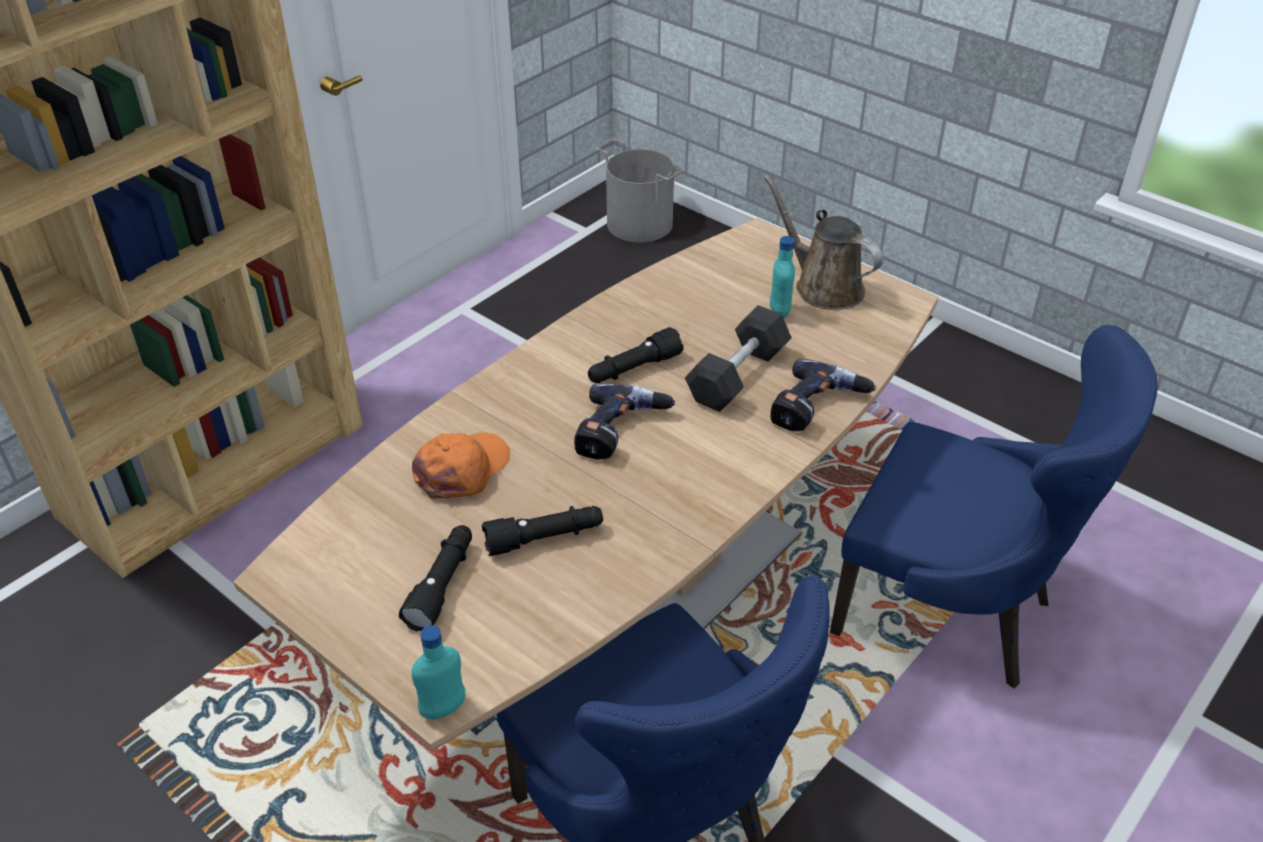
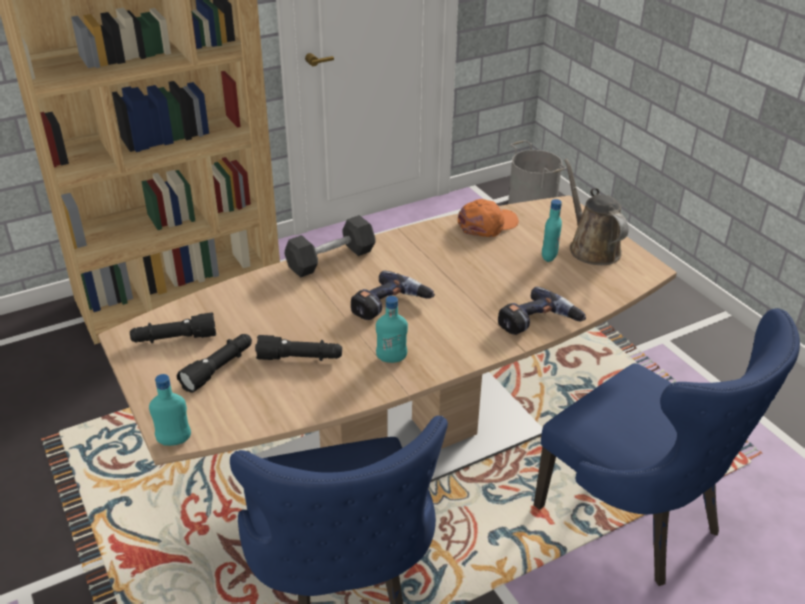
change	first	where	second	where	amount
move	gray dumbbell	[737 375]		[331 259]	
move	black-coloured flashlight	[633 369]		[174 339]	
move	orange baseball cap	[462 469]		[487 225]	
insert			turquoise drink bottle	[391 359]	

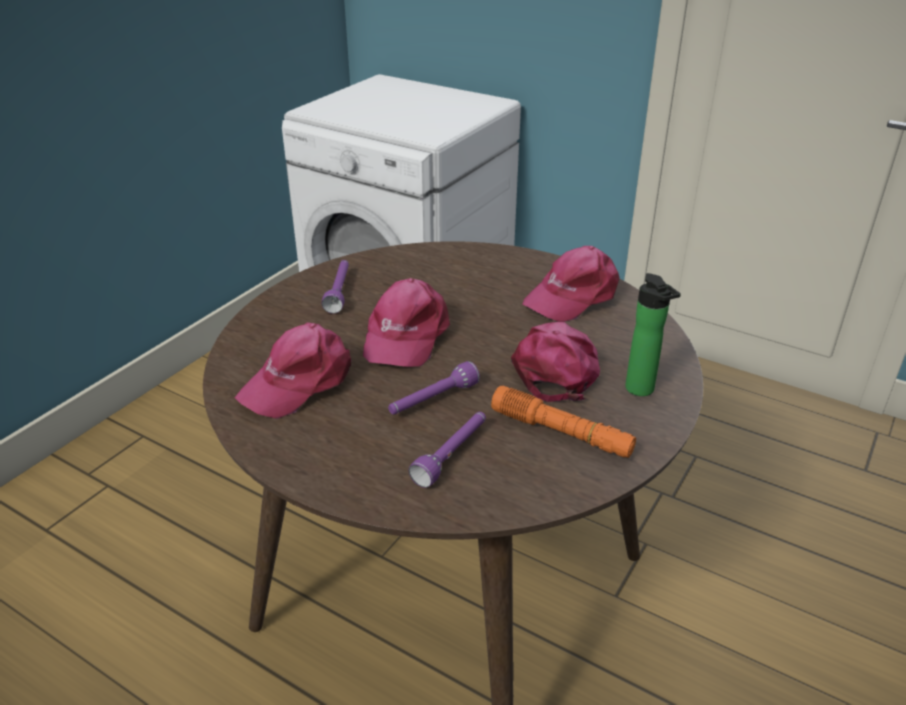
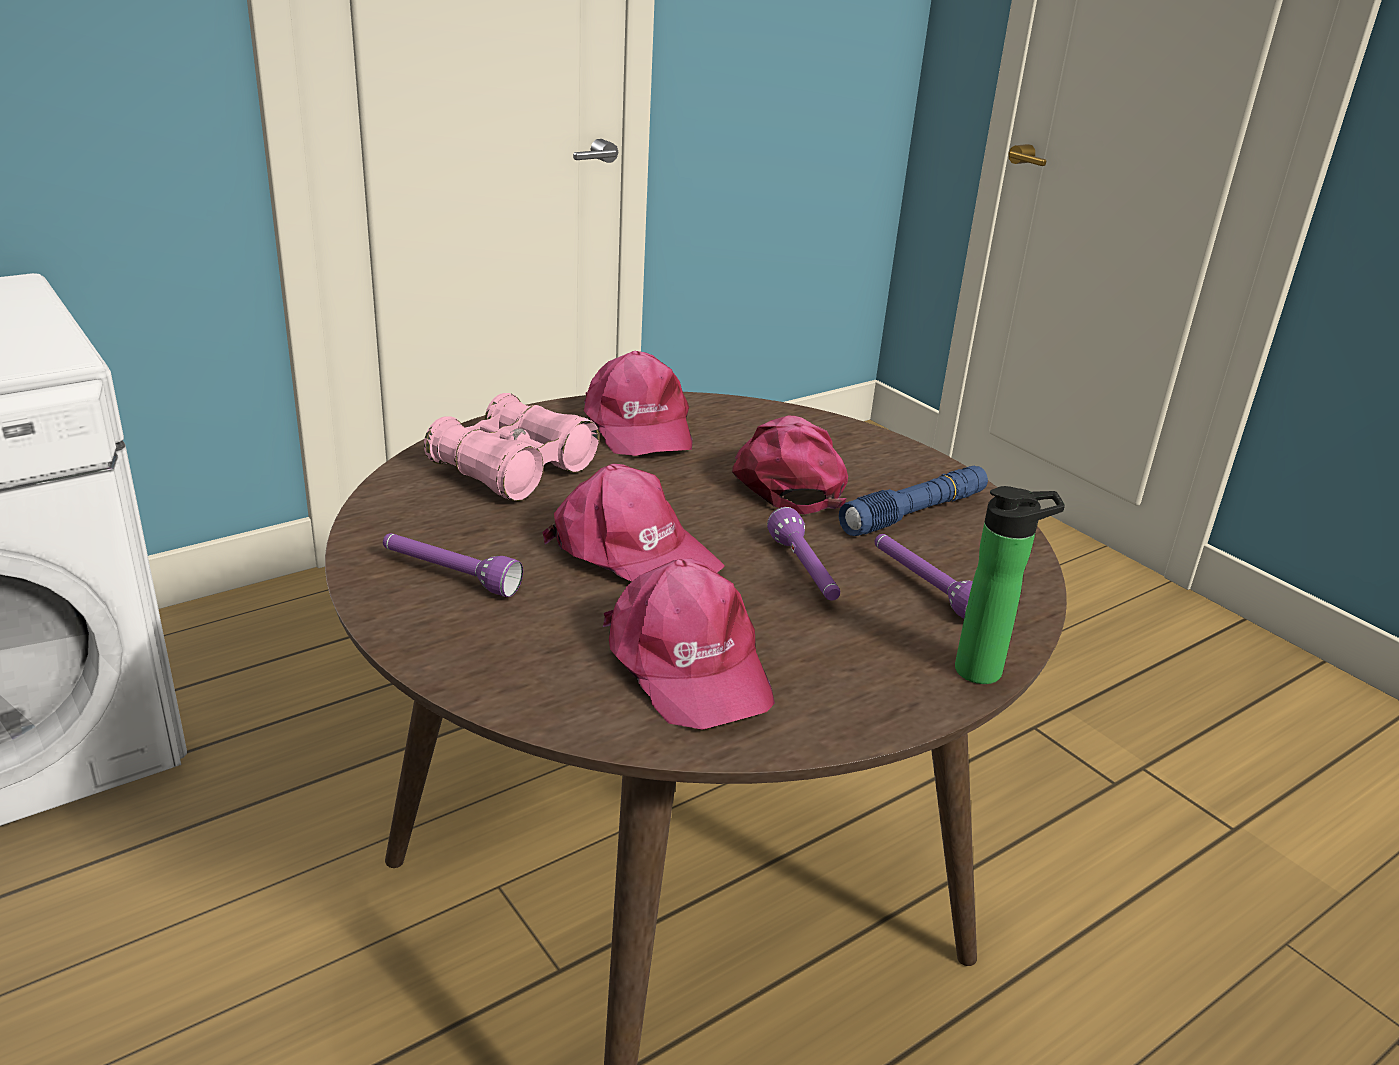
change	first	where	second	where	amount
move	drink bottle	[642 391]		[986 671]	
rotate	pink baseball cap	[557 368]		[787 479]	45 degrees clockwise
recolor	orange flashlight	[561 433]	bluish flashlight	[914 513]	
insert			pink pair of binoculars	[513 468]	

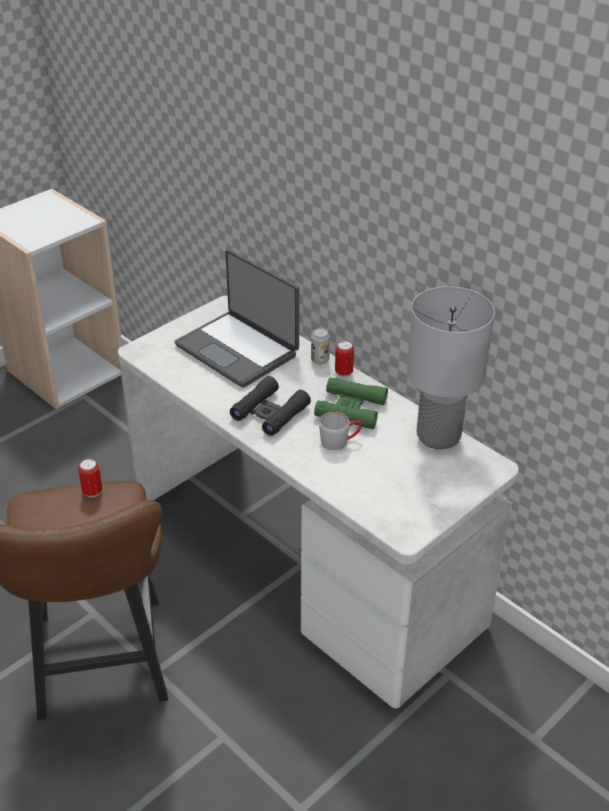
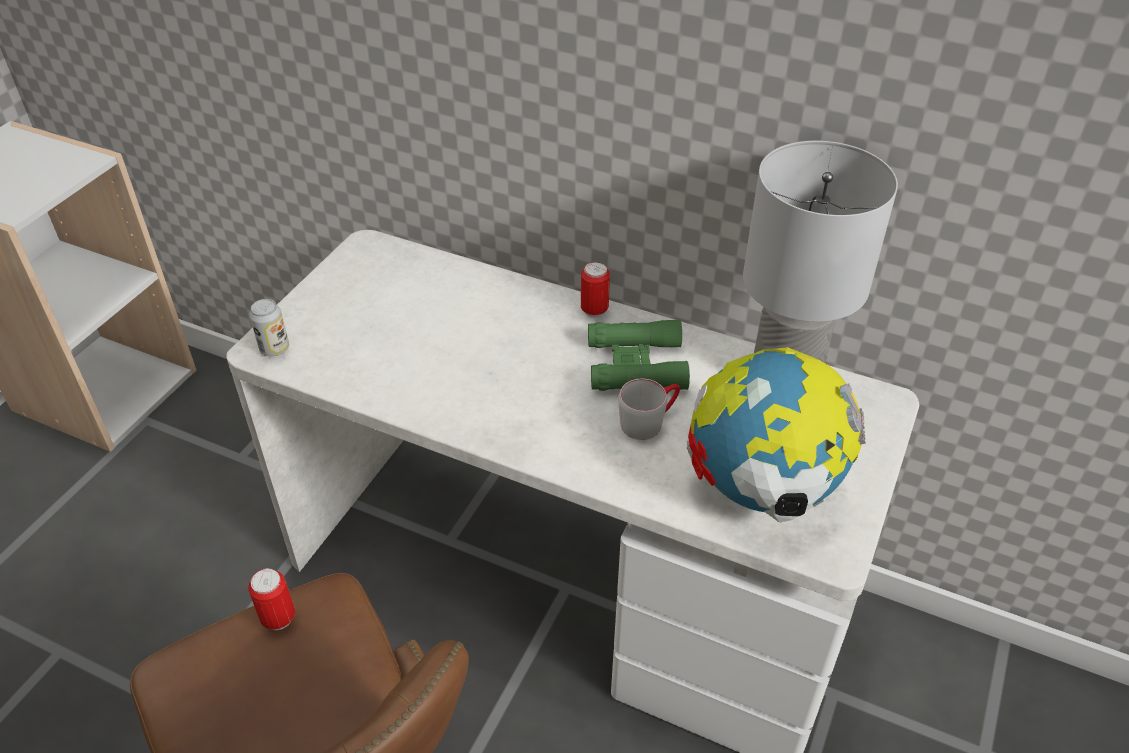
change	first	where	second	where	amount
delete	portable computer	[238 349]			
move	metal can	[320 360]		[274 348]	
delete	black-coloured pair of binoculars	[270 412]			
insert			globe	[762 488]	

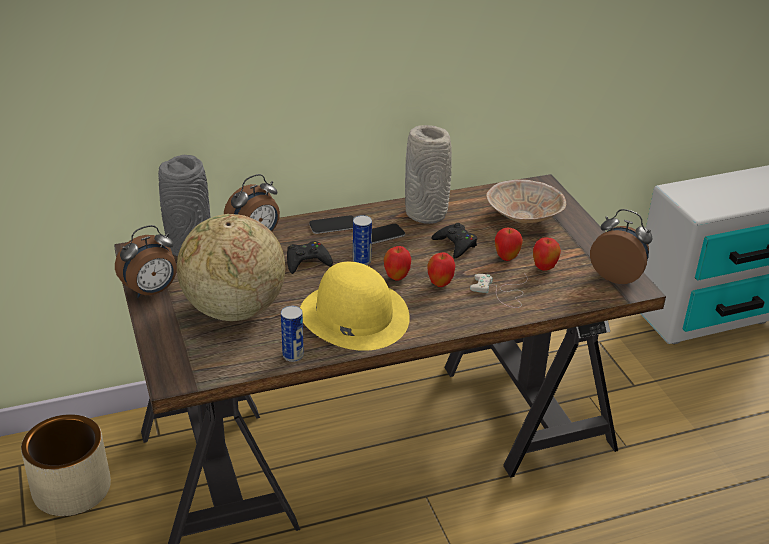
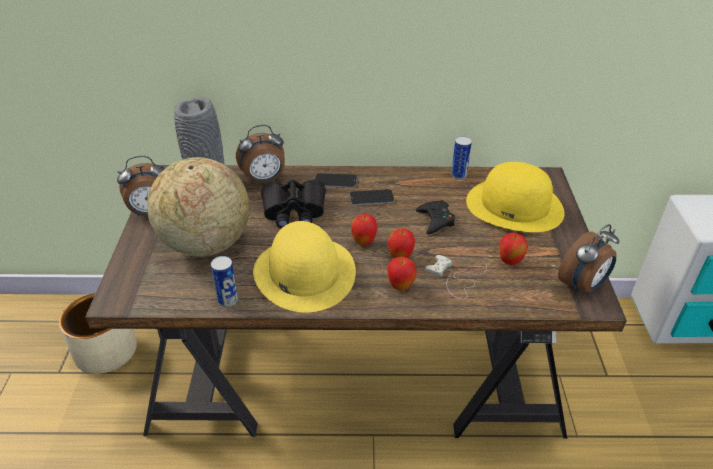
change	first	where	second	where	amount
delete	gray decorative vase	[427 214]			
replace	sand-coloured serving bowl	[524 217]	yellow-coloured clothing hat	[515 205]	
rotate	alarm clock	[617 275]		[582 285]	90 degrees clockwise
move	metal can	[362 261]		[458 175]	
move	apple	[506 258]		[400 286]	
replace	black-coloured joypad	[307 261]	black-coloured pair of binoculars	[294 211]	

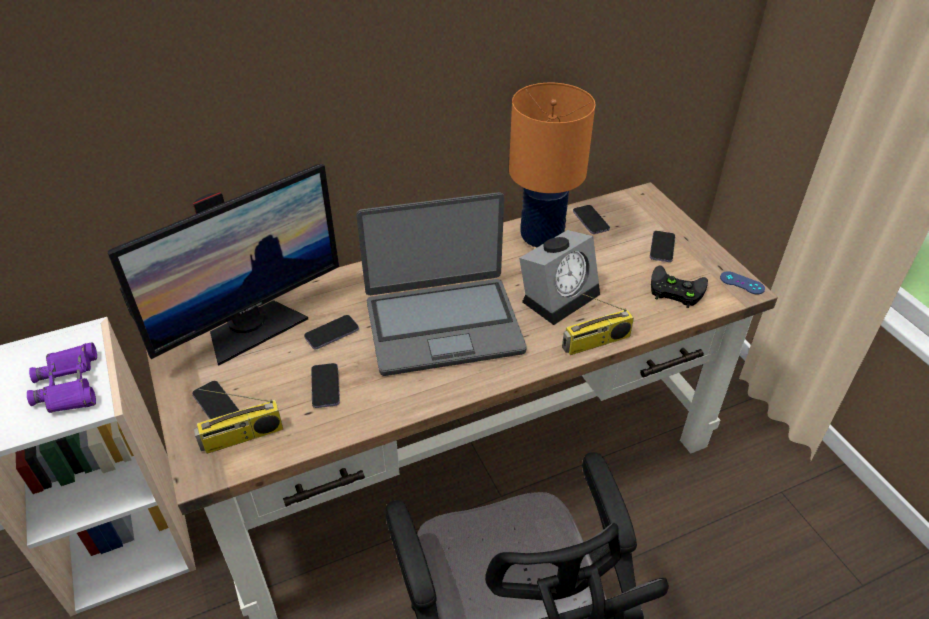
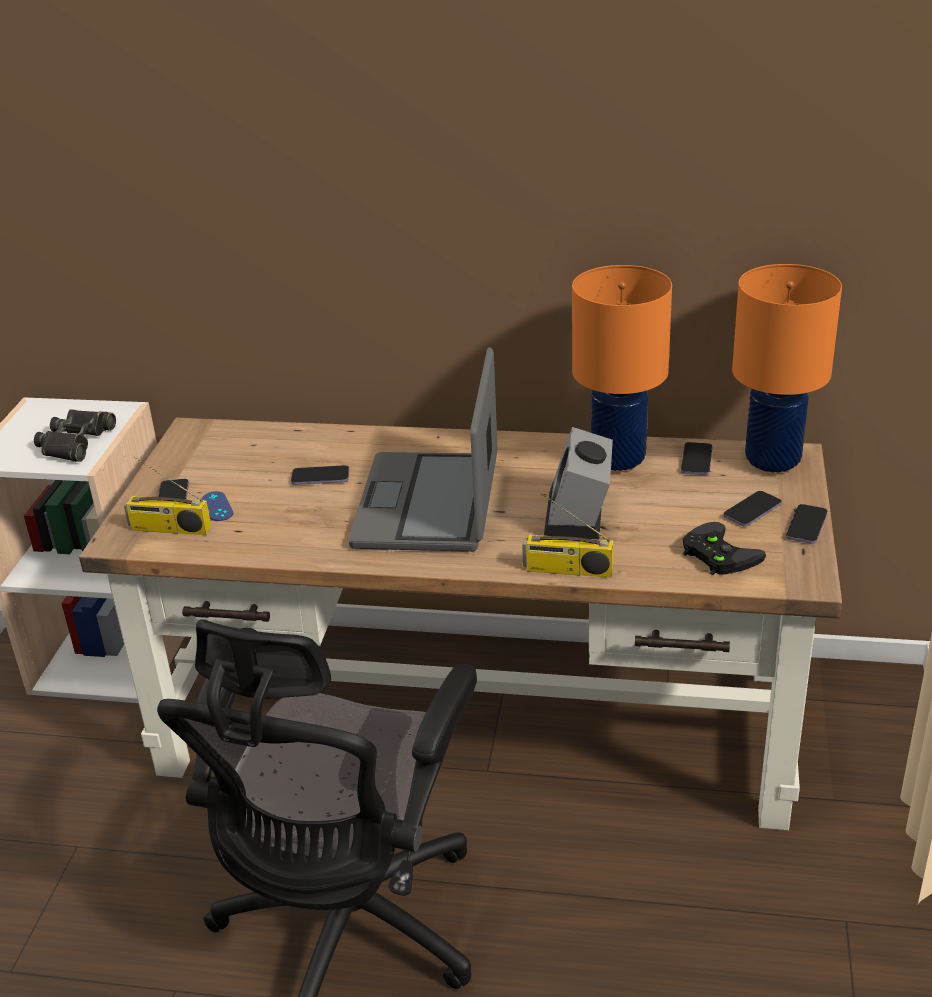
change	first	where	second	where	amount
delete	monitor	[251 327]			
rotate	portable computer	[443 325]		[429 504]	75 degrees clockwise
rotate	alarm clock	[559 295]		[578 517]	105 degrees clockwise
move	bluish joypad	[742 283]		[217 506]	
recolor	purple pair of binoculars	[69 385]	black-coloured pair of binoculars	[76 442]	
move	telephone	[325 387]		[806 526]	
insert			orange table lamp	[773 464]	

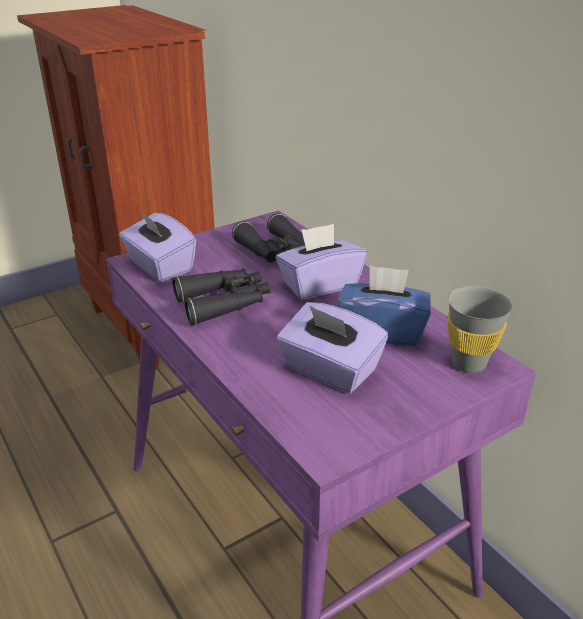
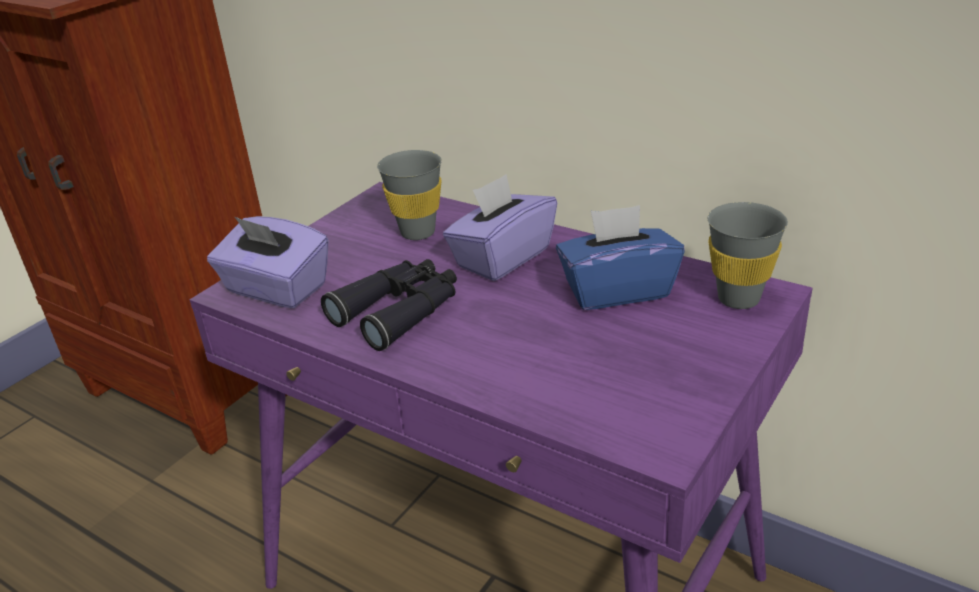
change	first	where	second	where	amount
replace	black-coloured pair of binoculars	[276 252]	gray drinking cup	[418 232]	
delete	purple box of tissues	[329 370]			

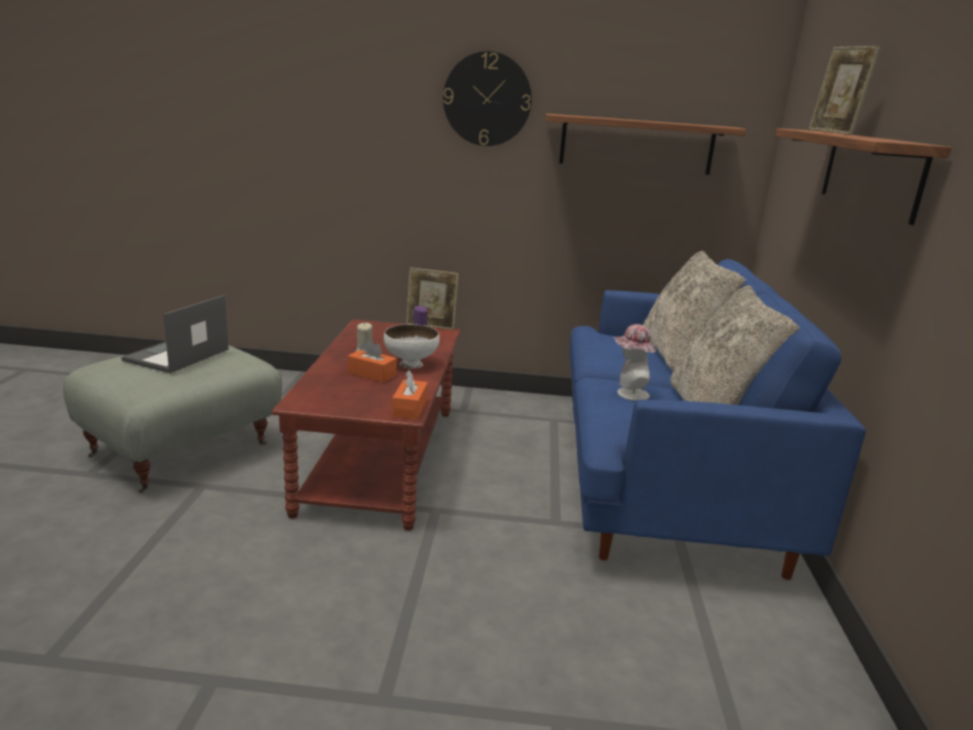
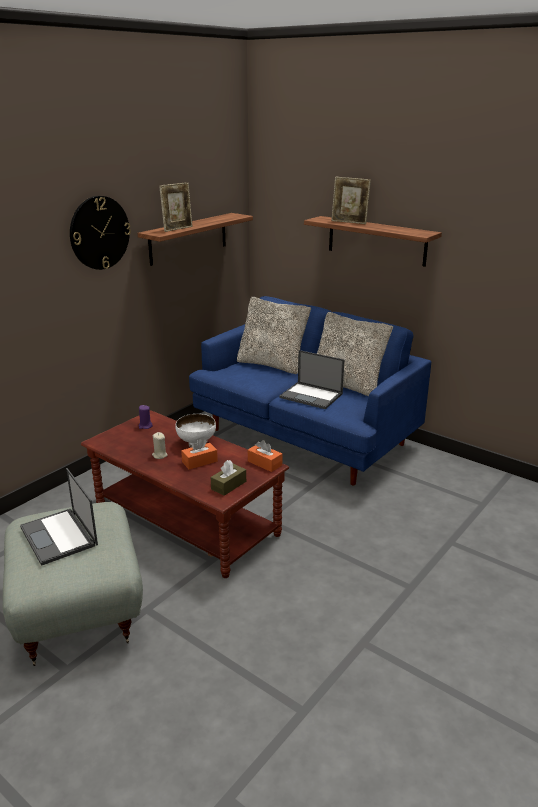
change	first	where	second	where	amount
move	photo frame	[430 326]		[177 229]	
replace	clothing hat	[628 394]	portable computer	[312 396]	
insert			brown-coloured box of tissues	[228 485]	

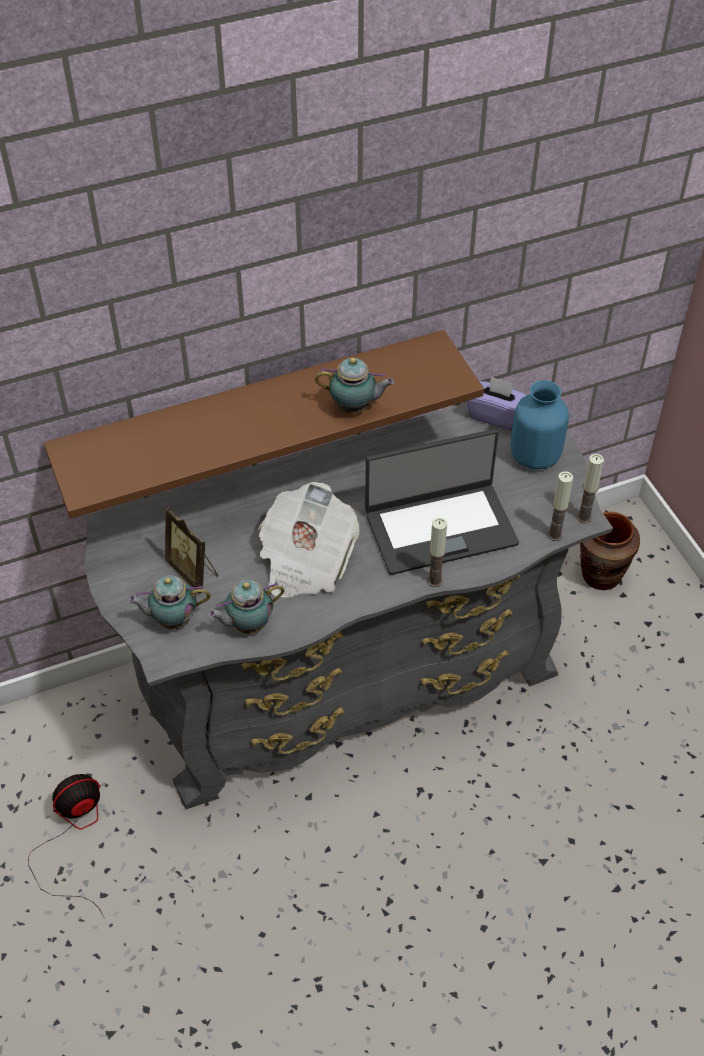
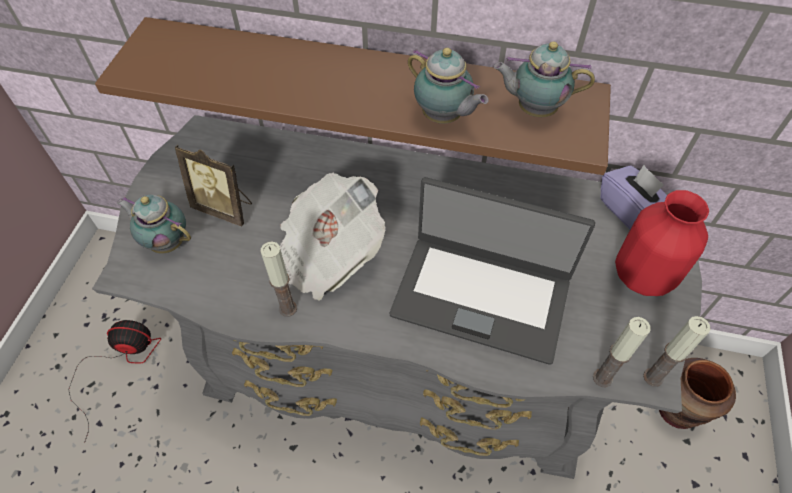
change	first	where	second	where	amount
recolor	bluish decorative vase	[535 456]	reddish decorative vase	[644 276]	
rotate	photo frame	[193 571]		[225 208]	60 degrees counterclockwise
move	candle	[435 581]		[288 308]	
move	pot for tea	[247 625]		[533 109]	

